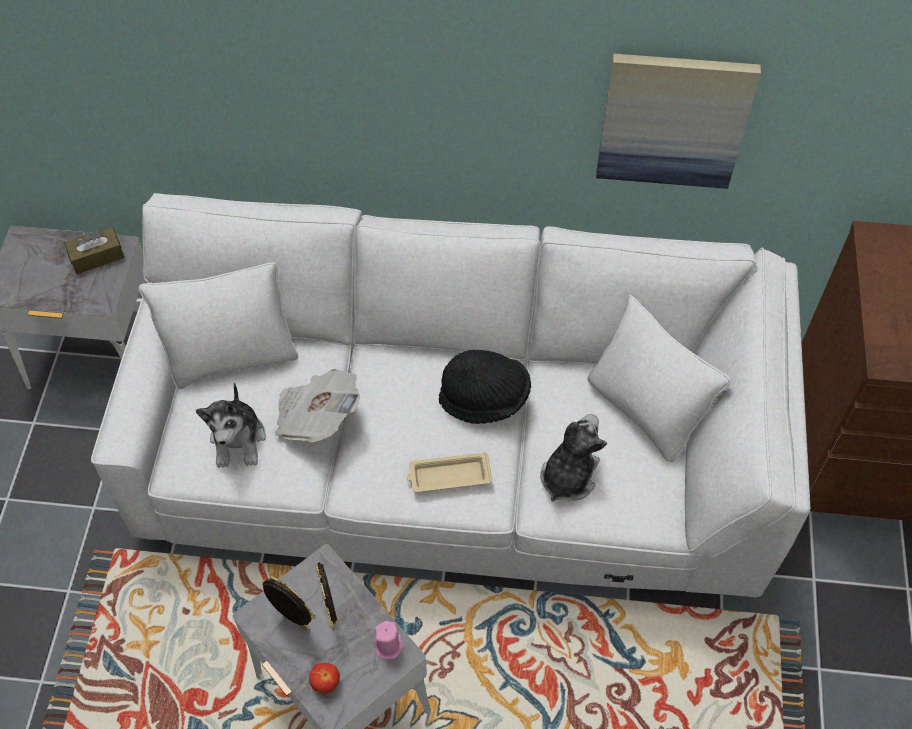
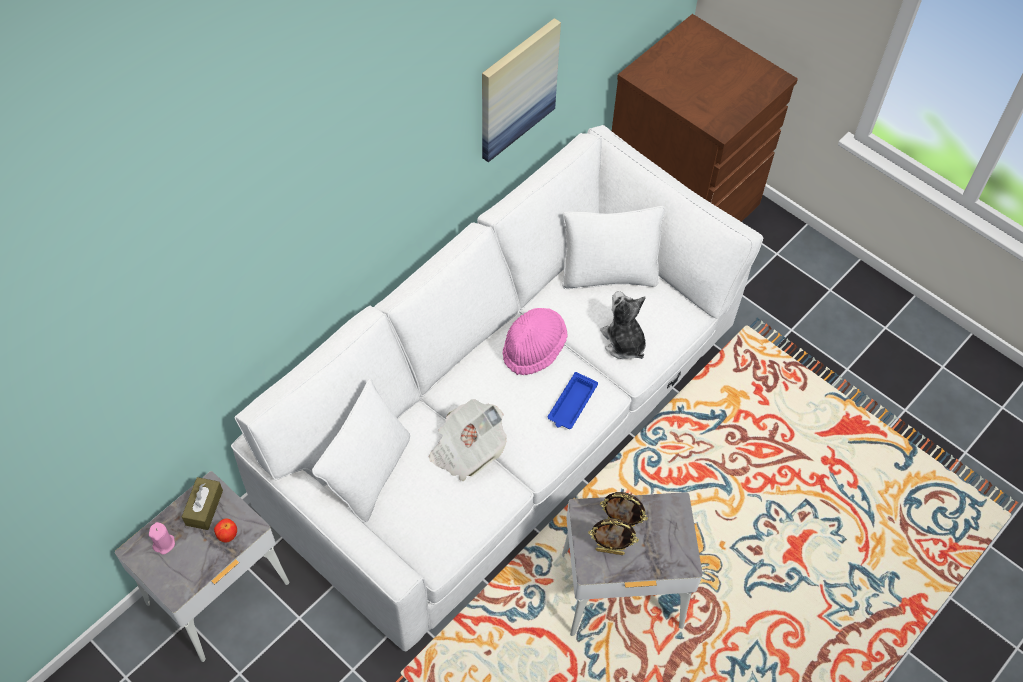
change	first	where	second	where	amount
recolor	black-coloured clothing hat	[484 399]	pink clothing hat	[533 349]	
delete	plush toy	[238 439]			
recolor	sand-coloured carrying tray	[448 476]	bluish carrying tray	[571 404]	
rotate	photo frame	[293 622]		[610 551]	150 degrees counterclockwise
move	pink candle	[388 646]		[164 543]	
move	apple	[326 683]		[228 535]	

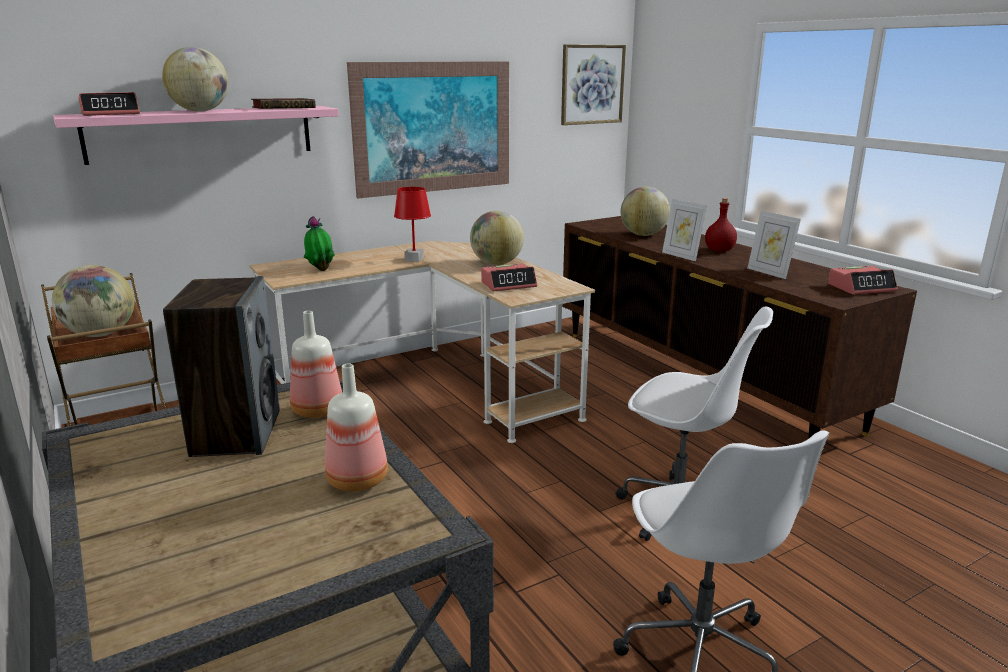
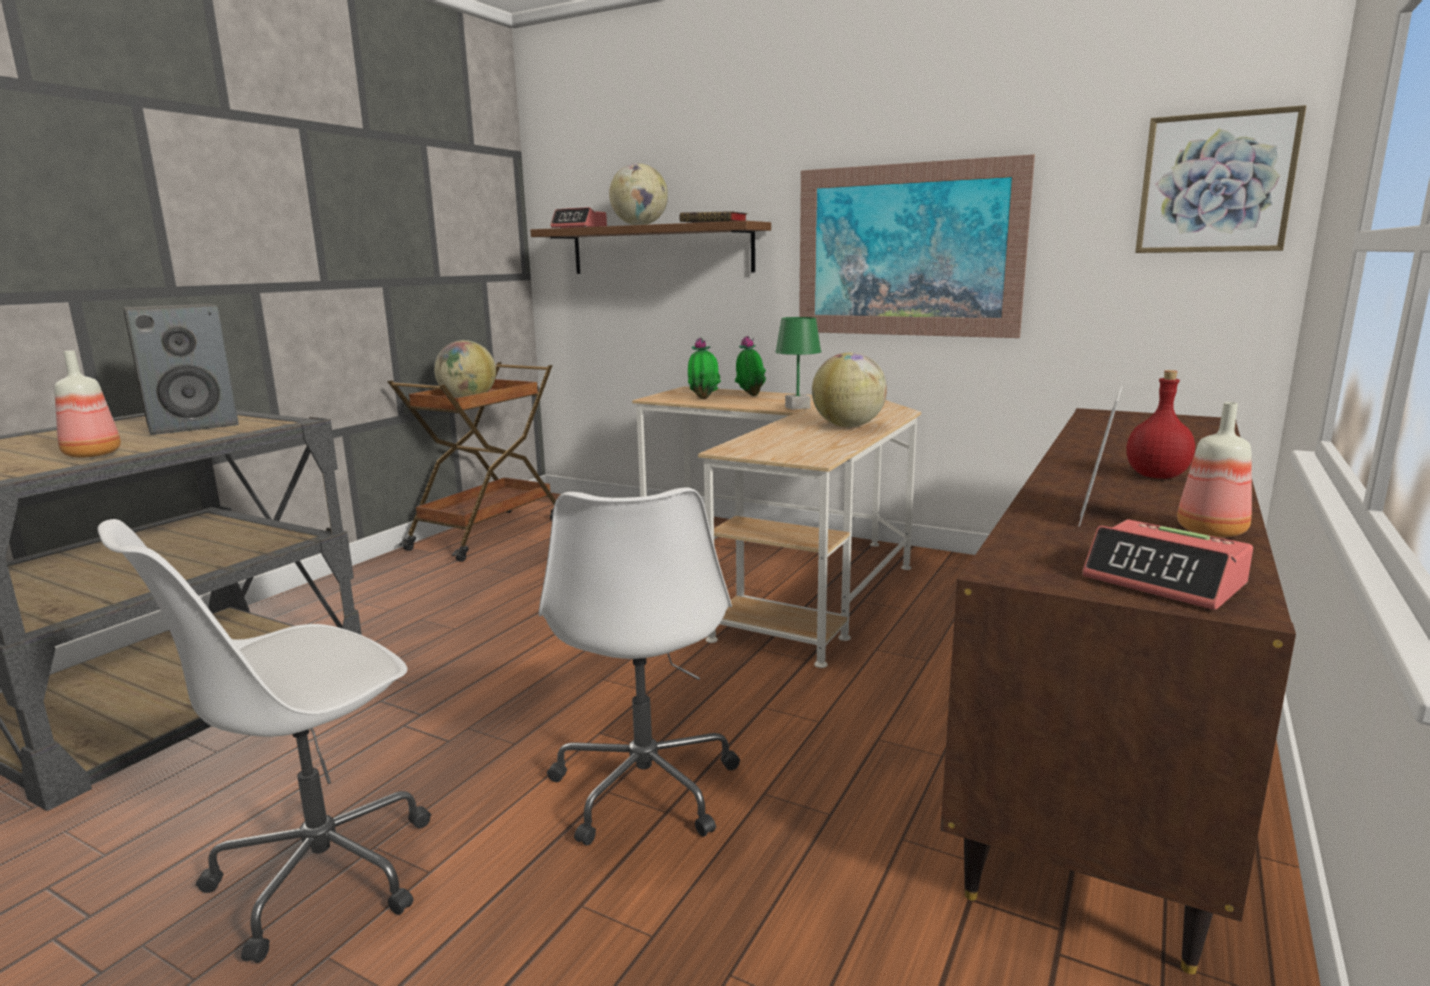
change	first	where	second	where	amount
recolor	pink bracket shelf	[201 133]	brown-coloured bracket shelf	[660 250]	
recolor	reddish table lamp	[414 259]	greenish table lamp	[797 407]	
delete	globe	[643 235]			
delete	photo frame	[681 256]			
delete	alarm clock	[509 284]			
move	drink bottle	[316 410]		[1209 531]	
insert			potted plant	[750 395]	

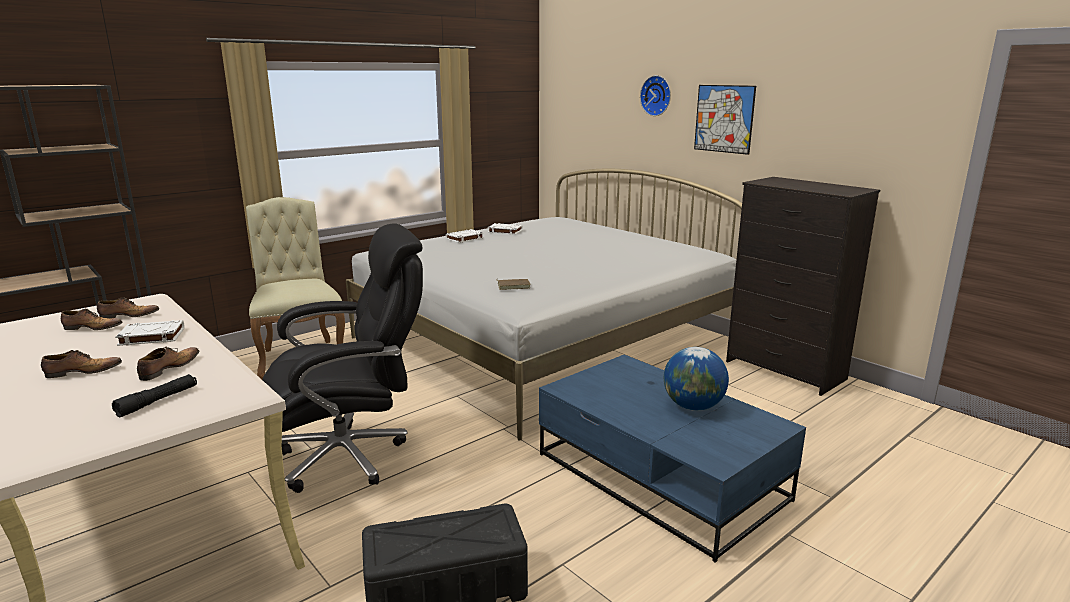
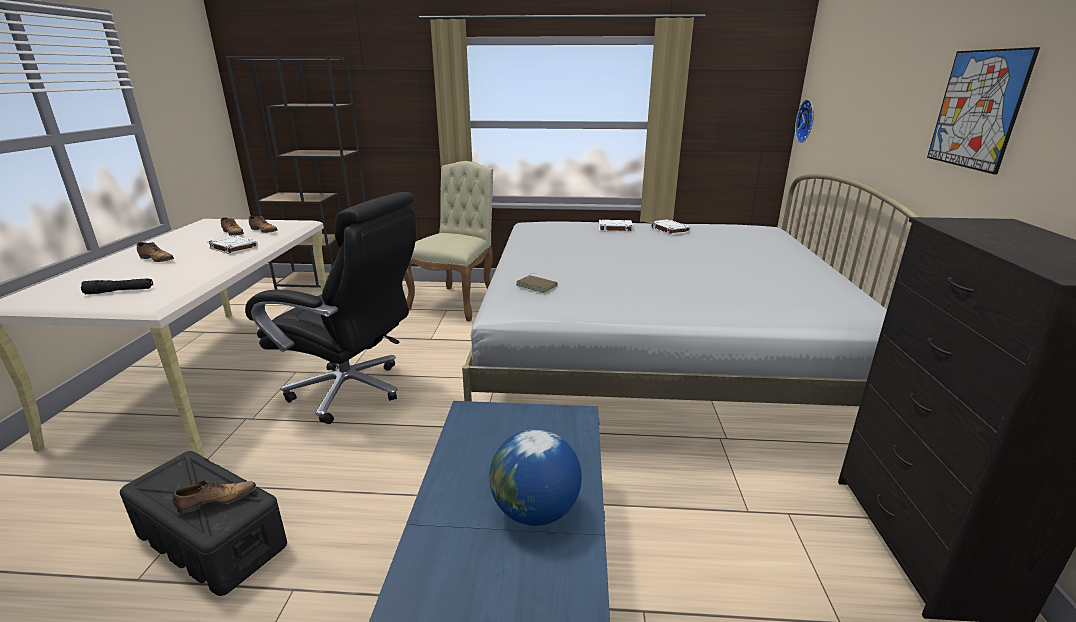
change	first	where	second	where	amount
move	clock on the wall	[657 95]		[807 121]	
move	item of footwear	[168 369]		[216 500]	

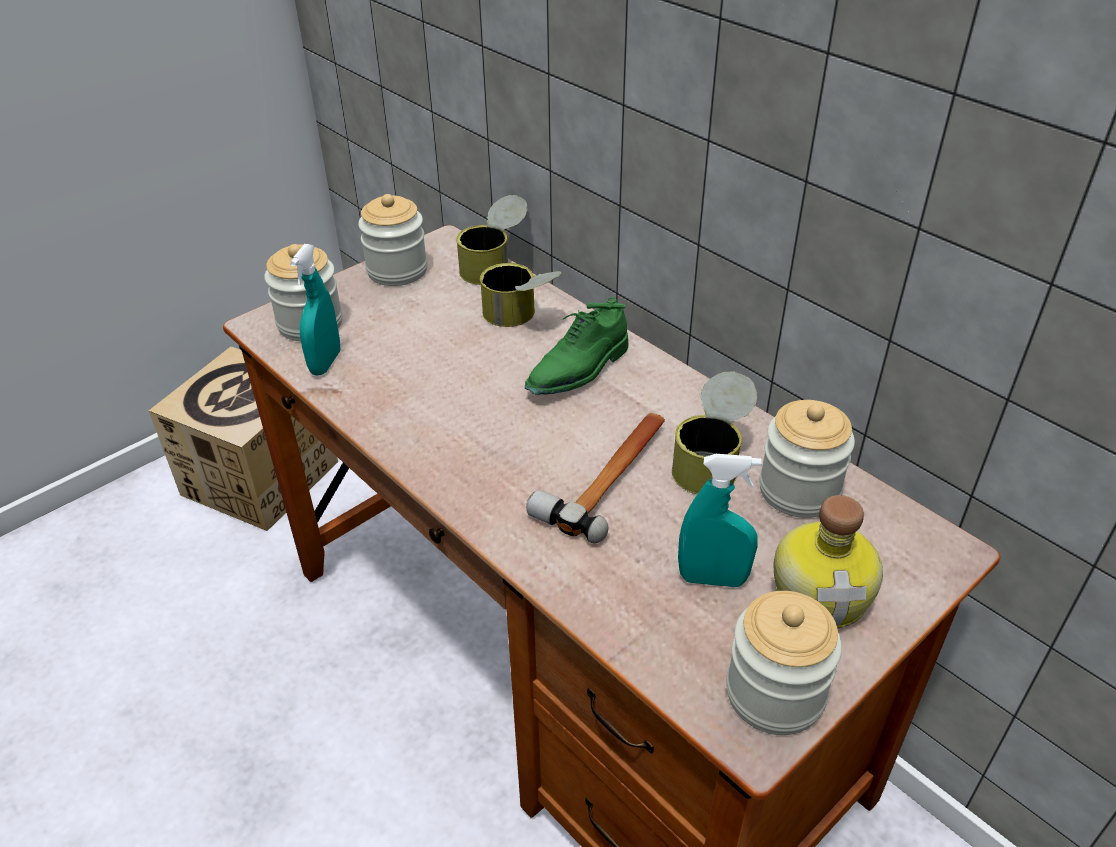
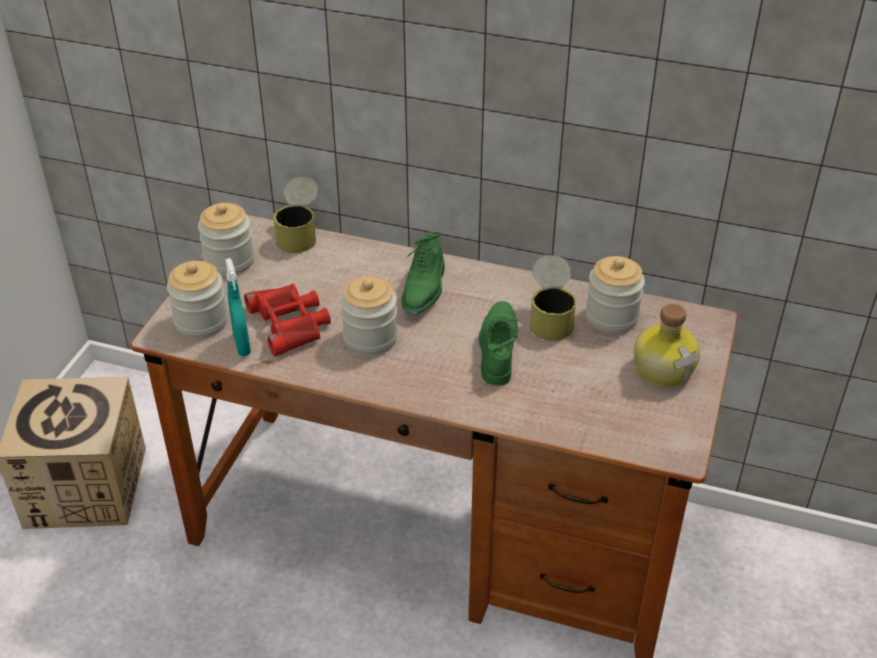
change	first	where	second	where	amount
delete	metal can	[521 317]			
replace	hand hammer	[609 476]	greenish item of footwear	[498 349]	
delete	turquoise sprayer	[712 579]			
move	storage jar	[774 693]		[370 338]	
insert			reddish pair of binoculars	[290 323]	

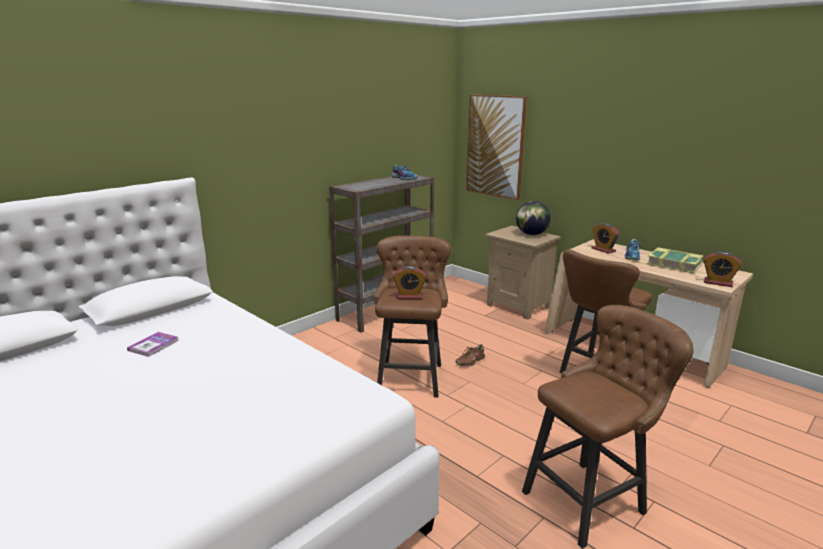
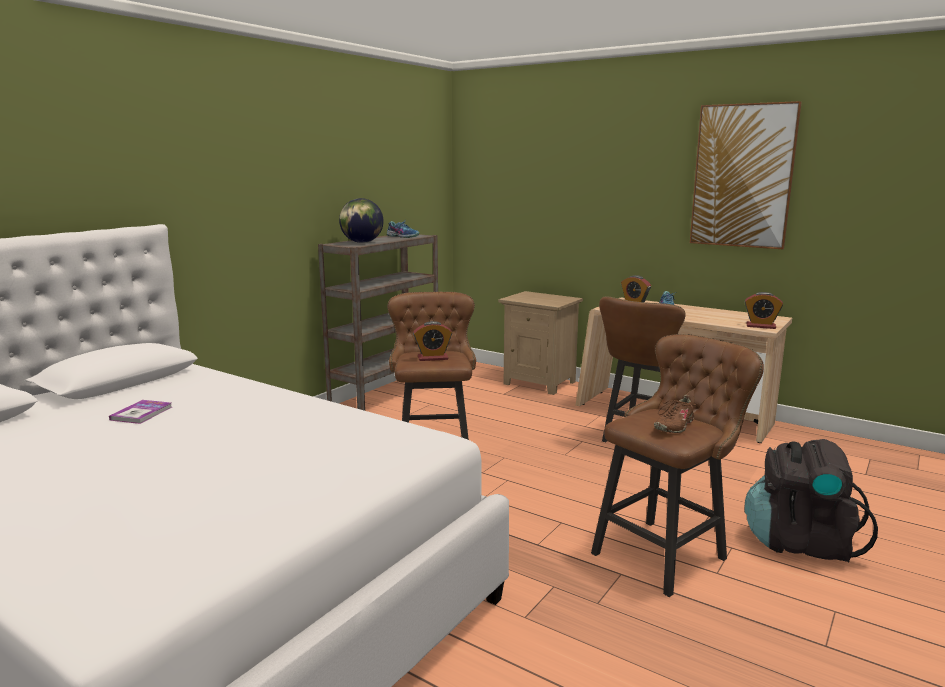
change	first	where	second	where	amount
move	picture	[495 146]		[742 176]	
move	globe	[531 234]		[362 242]	
delete	book	[674 264]			
move	brown-coloured item of footwear	[470 361]		[673 426]	
insert			black-coloured rucksack	[800 542]	

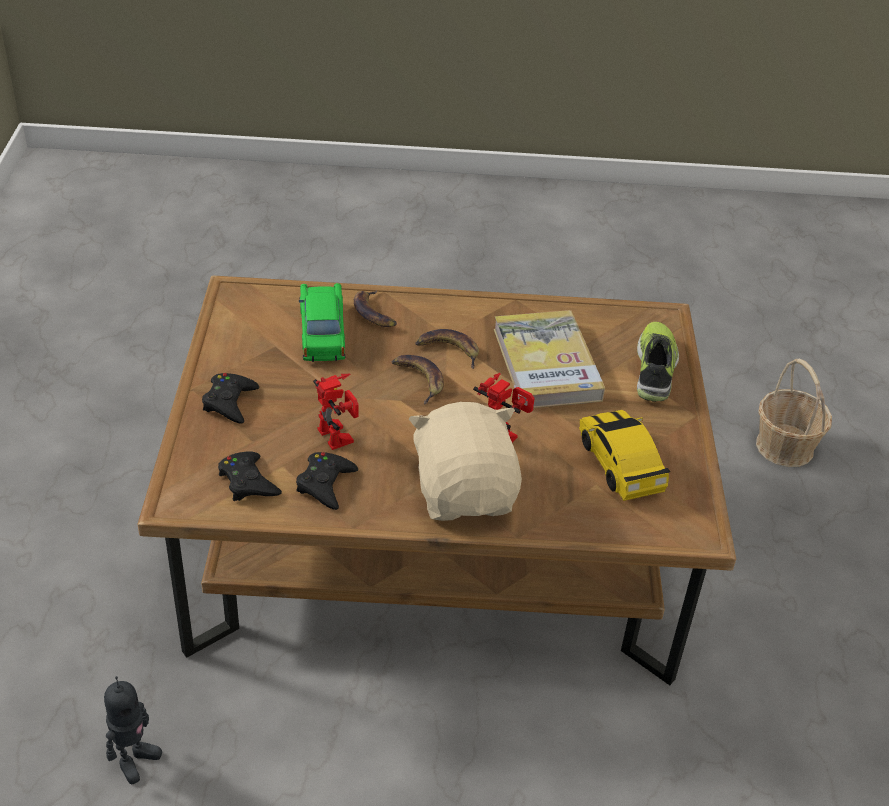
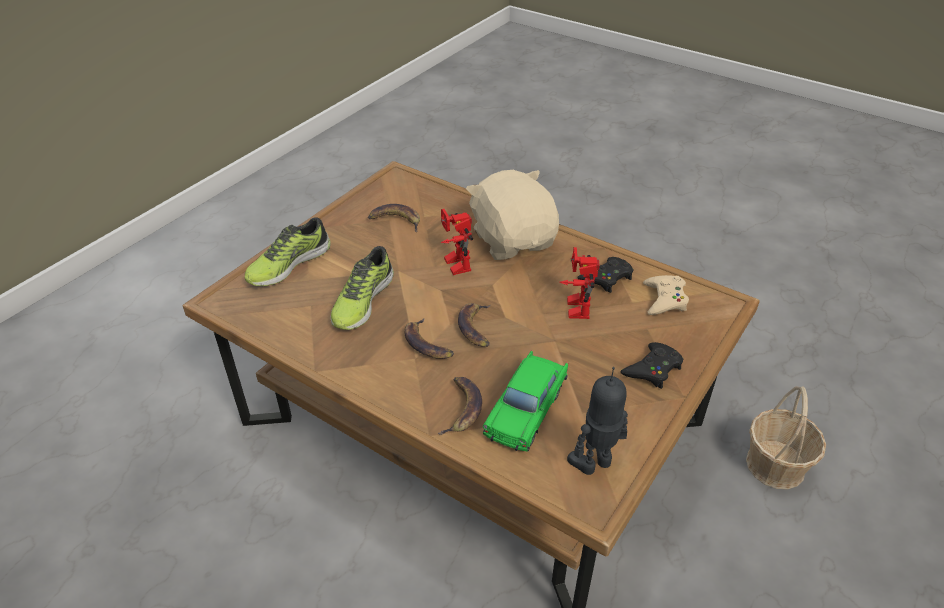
change	first	where	second	where	amount
replace	book	[546 364]	item of footwear	[362 301]	
move	storage basket	[784 447]		[775 465]	
rotate	sand-coloured plush toy	[465 492]		[513 240]	135 degrees clockwise
replace	toy car	[620 464]	banana	[395 220]	
recolor	black-coloured joypad	[248 482]	sand-coloured joypad	[664 299]	
move	robot figure	[135 760]		[594 464]	

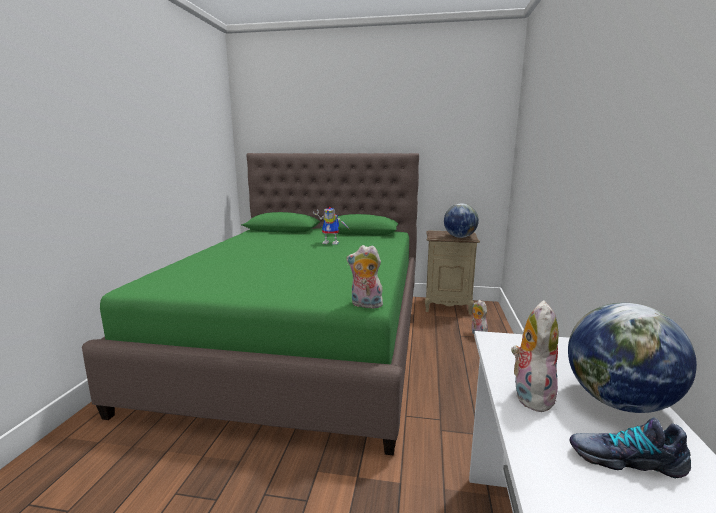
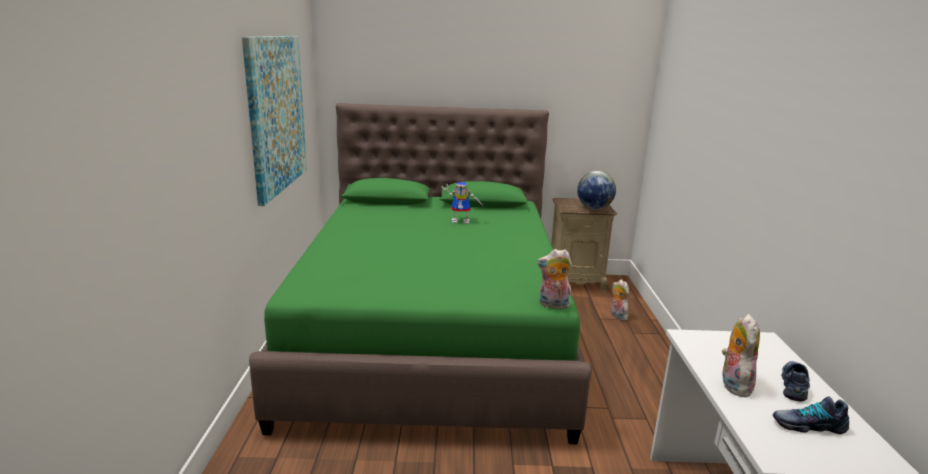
change	first	where	second	where	amount
replace	globe	[617 402]	item of footwear	[794 385]	
insert			picture	[276 114]	

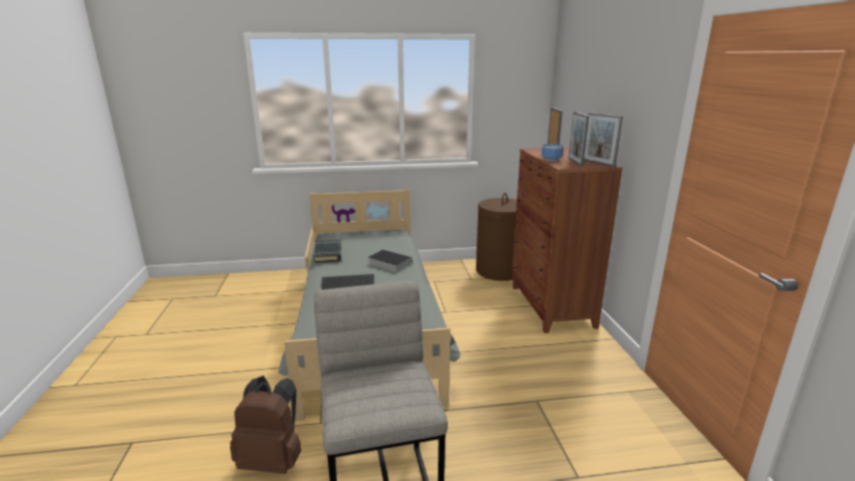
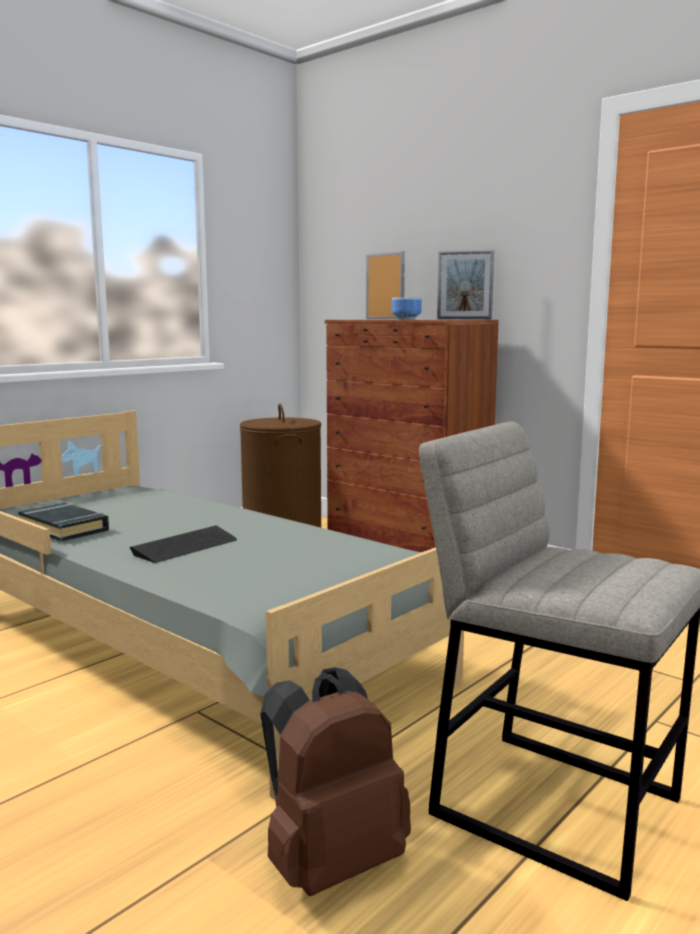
change	first	where	second	where	amount
delete	photo frame	[575 162]			
delete	book	[388 263]			

